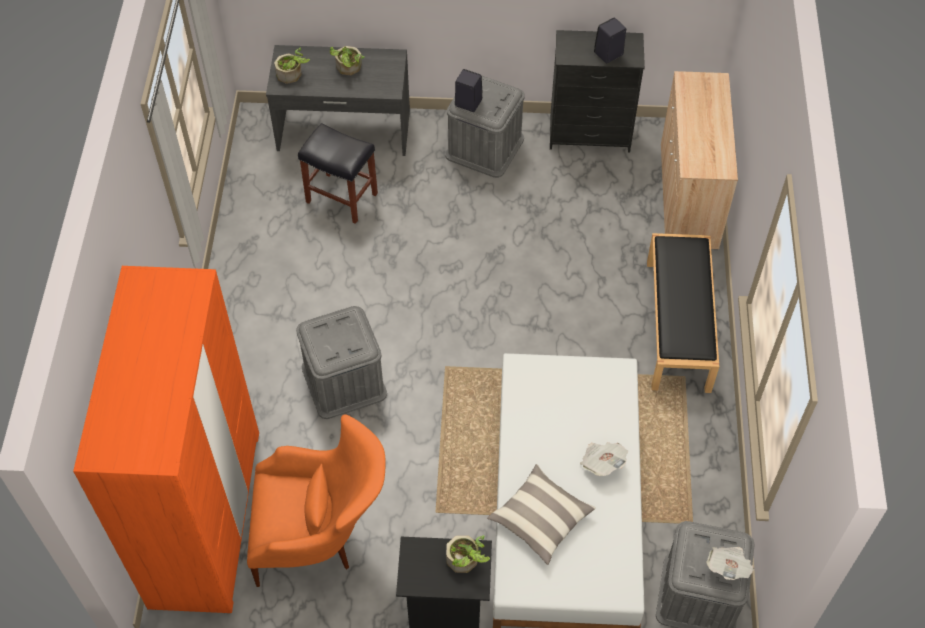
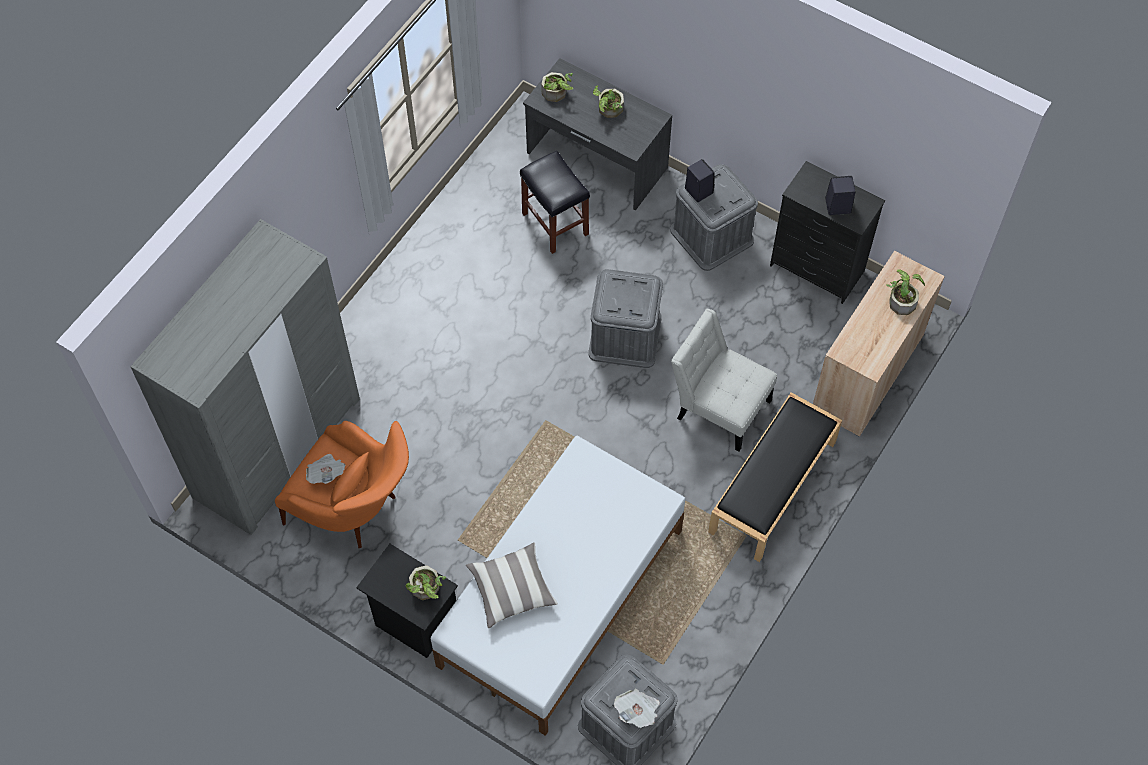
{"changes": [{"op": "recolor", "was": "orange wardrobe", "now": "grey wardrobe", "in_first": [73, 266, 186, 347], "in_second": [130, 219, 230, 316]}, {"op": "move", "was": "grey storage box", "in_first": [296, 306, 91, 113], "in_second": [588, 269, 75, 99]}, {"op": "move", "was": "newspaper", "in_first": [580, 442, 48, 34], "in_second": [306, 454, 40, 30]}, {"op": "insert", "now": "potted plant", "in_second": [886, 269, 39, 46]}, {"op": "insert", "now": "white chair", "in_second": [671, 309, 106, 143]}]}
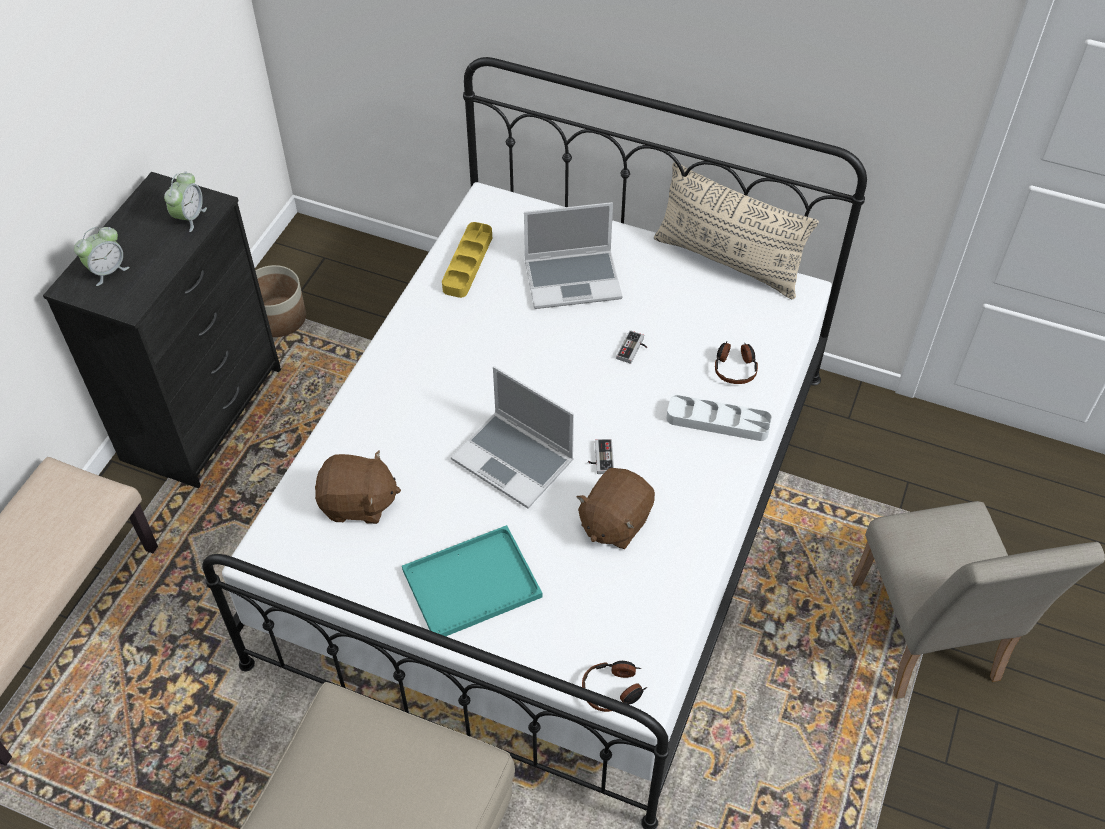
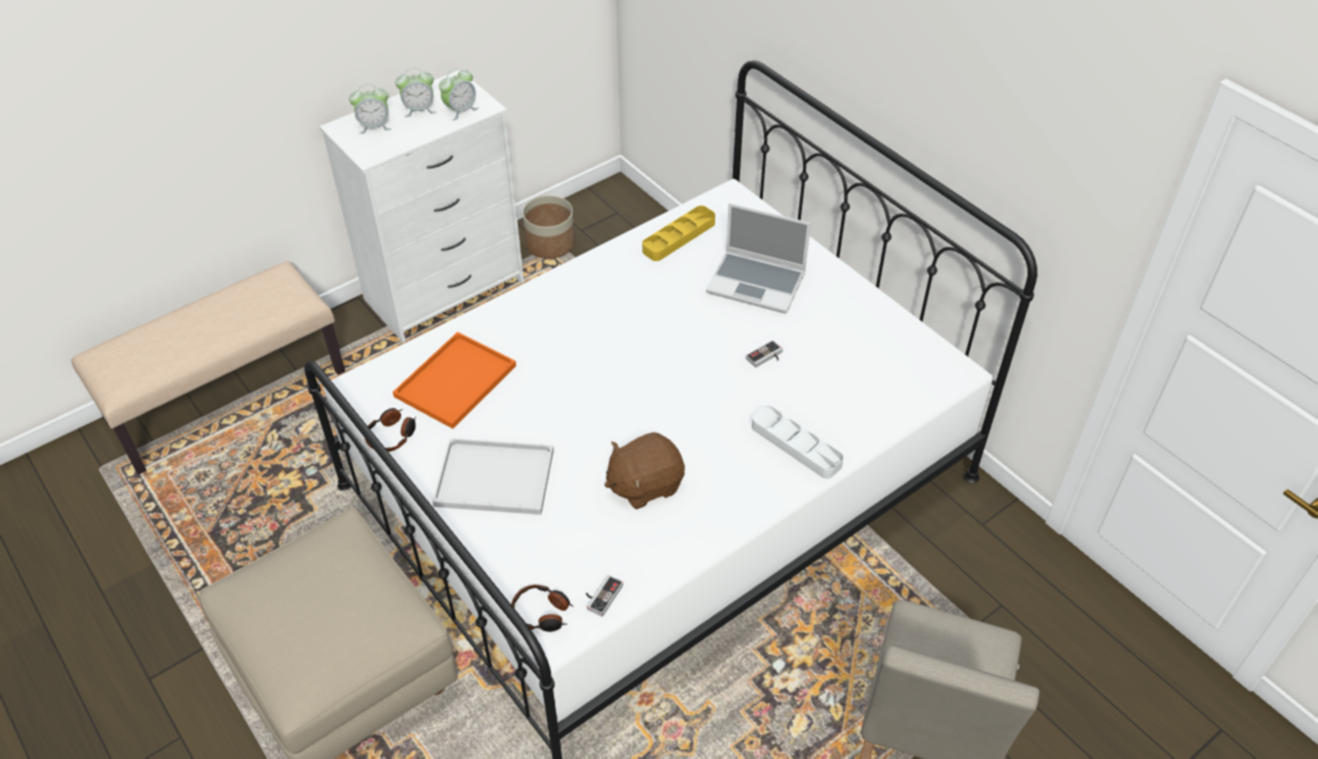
{"changes": [{"op": "delete", "was": "beige pillow", "in_first": [654, 162, 165, 137]}, {"op": "recolor", "was": "black dresser", "now": "white dresser", "in_first": [43, 172, 238, 316], "in_second": [319, 70, 205, 273]}, {"op": "move", "was": "headphones", "in_first": [715, 342, 43, 42], "in_second": [365, 408, 51, 44]}, {"op": "delete", "was": "laptop", "in_first": [451, 366, 123, 142]}, {"op": "move", "was": "game controller", "in_first": [588, 439, 26, 35], "in_second": [586, 575, 37, 42]}, {"op": "replace", "was": "brown plush toy", "now": "orange tray", "in_first": [315, 450, 86, 74], "in_second": [393, 332, 123, 97]}, {"op": "recolor", "was": "turquoise tray", "now": "white tray", "in_first": [402, 525, 140, 111], "in_second": [432, 438, 122, 77]}, {"op": "insert", "now": "alarm clock", "in_second": [395, 68, 41, 49]}]}
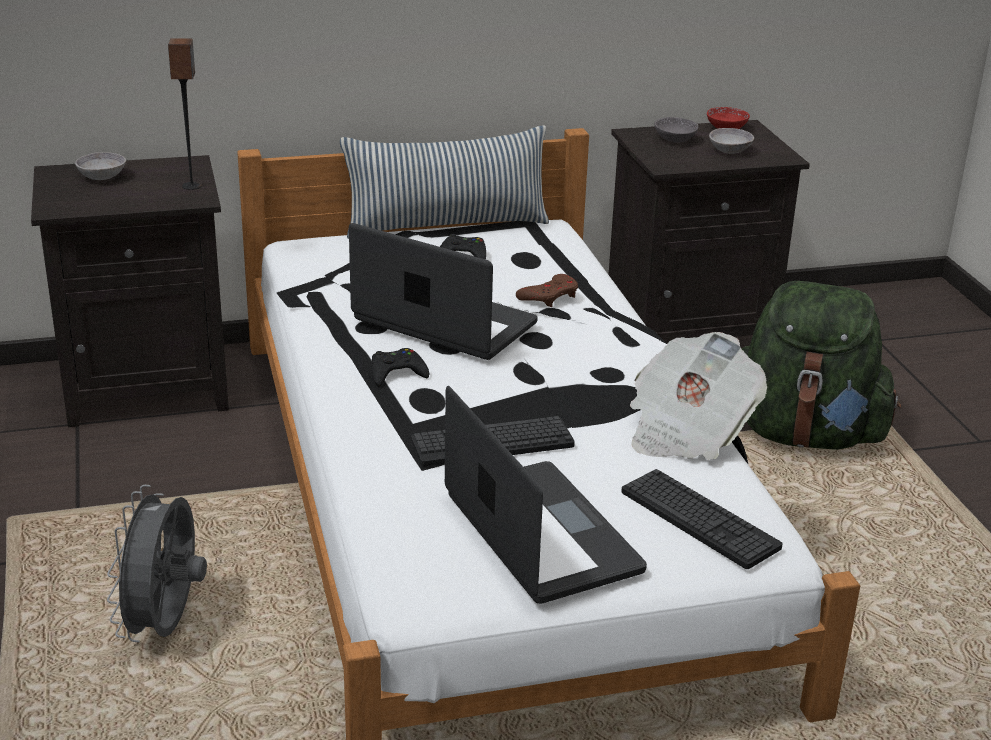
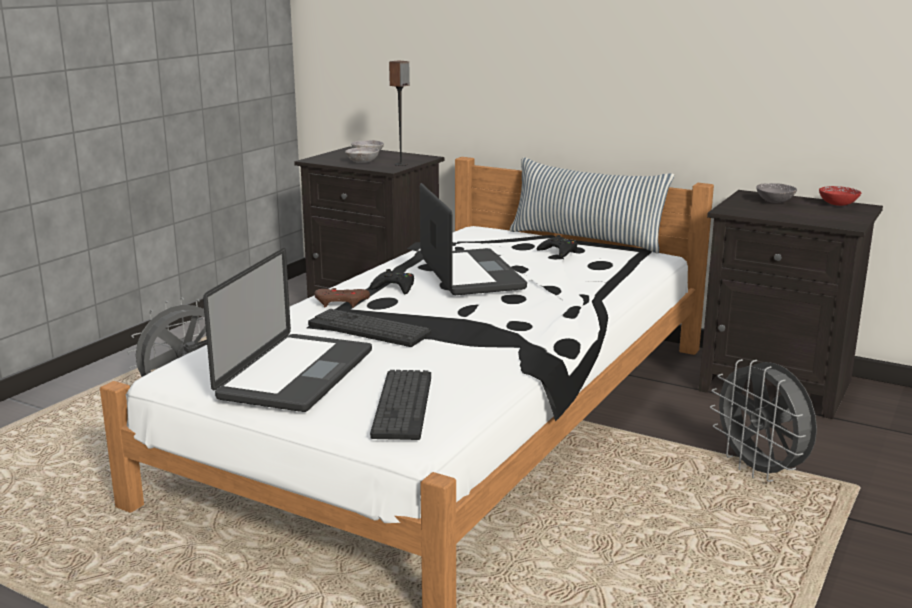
{"changes": [{"op": "move", "was": "grey bowl", "in_first": [709, 128, 45, 26], "in_second": [345, 147, 34, 16]}, {"op": "move", "was": "brown game controller", "in_first": [516, 274, 62, 33], "in_second": [314, 288, 56, 20]}, {"op": "replace", "was": "green backpack", "now": "grey fan", "in_first": [741, 281, 160, 169], "in_second": [710, 359, 107, 123]}, {"op": "delete", "was": "newspaper", "in_first": [630, 332, 137, 128]}]}
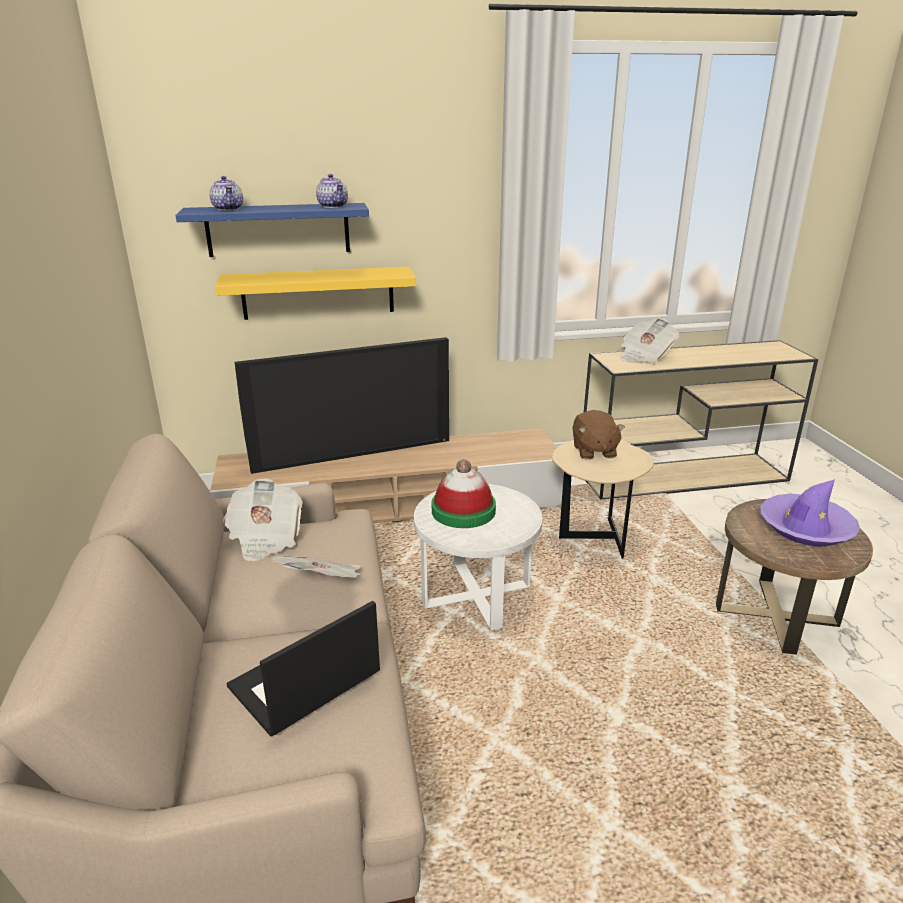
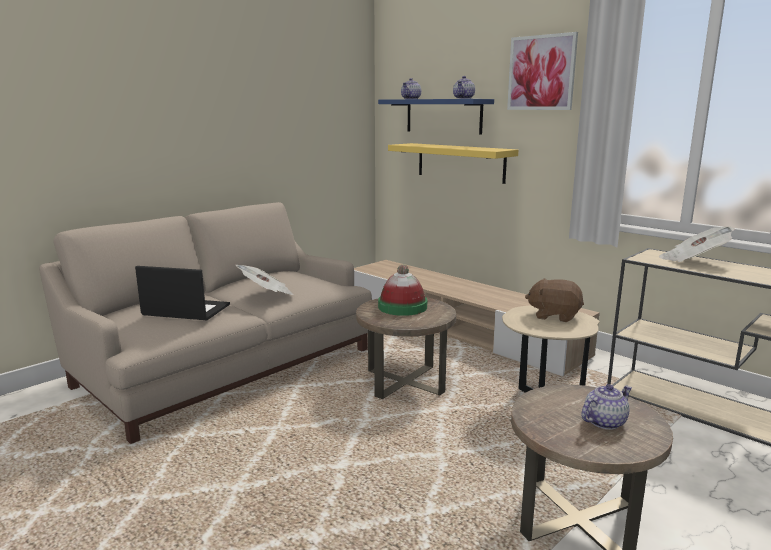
{"changes": [{"op": "delete", "was": "television", "in_first": [235, 337, 214, 137]}, {"op": "rotate", "was": "brown plush toy", "in_first": [572, 410, 53, 49], "in_second": [525, 279, 59, 43], "clockwise": 60}, {"op": "delete", "was": "newspaper", "in_first": [223, 478, 80, 84]}, {"op": "replace", "was": "purple hat", "now": "teapot", "in_first": [760, 479, 100, 67], "in_second": [581, 384, 51, 46]}, {"op": "recolor", "was": "white side table", "now": "brown side table", "in_first": [414, 484, 129, 146], "in_second": [356, 297, 100, 102]}, {"op": "insert", "now": "picture", "in_second": [507, 32, 71, 78]}]}
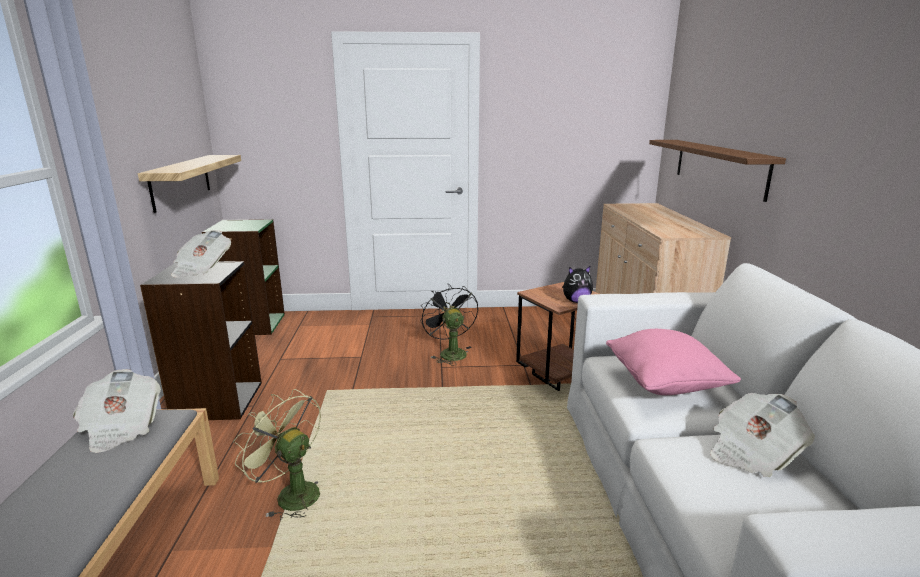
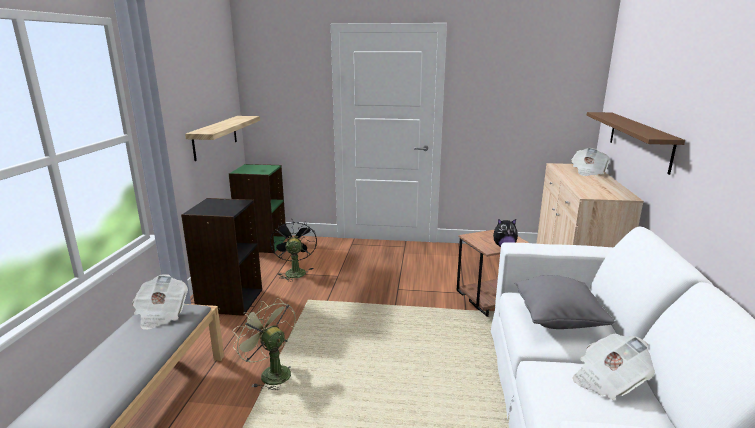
{"changes": [{"op": "move", "was": "newspaper", "in_first": [171, 230, 60, 48], "in_second": [571, 148, 39, 28]}, {"op": "move", "was": "black fan", "in_first": [420, 284, 58, 82], "in_second": [270, 220, 47, 62]}, {"op": "recolor", "was": "pink pillow", "now": "grey pillow", "in_first": [606, 329, 135, 66], "in_second": [515, 275, 100, 54]}]}
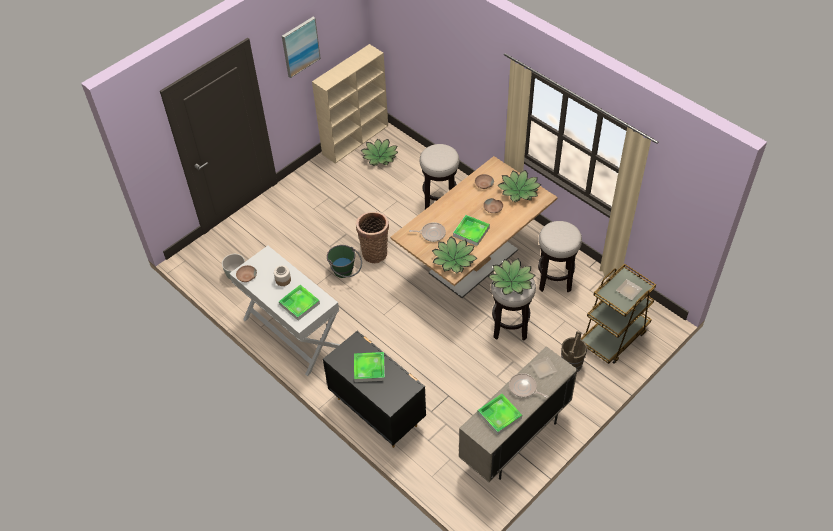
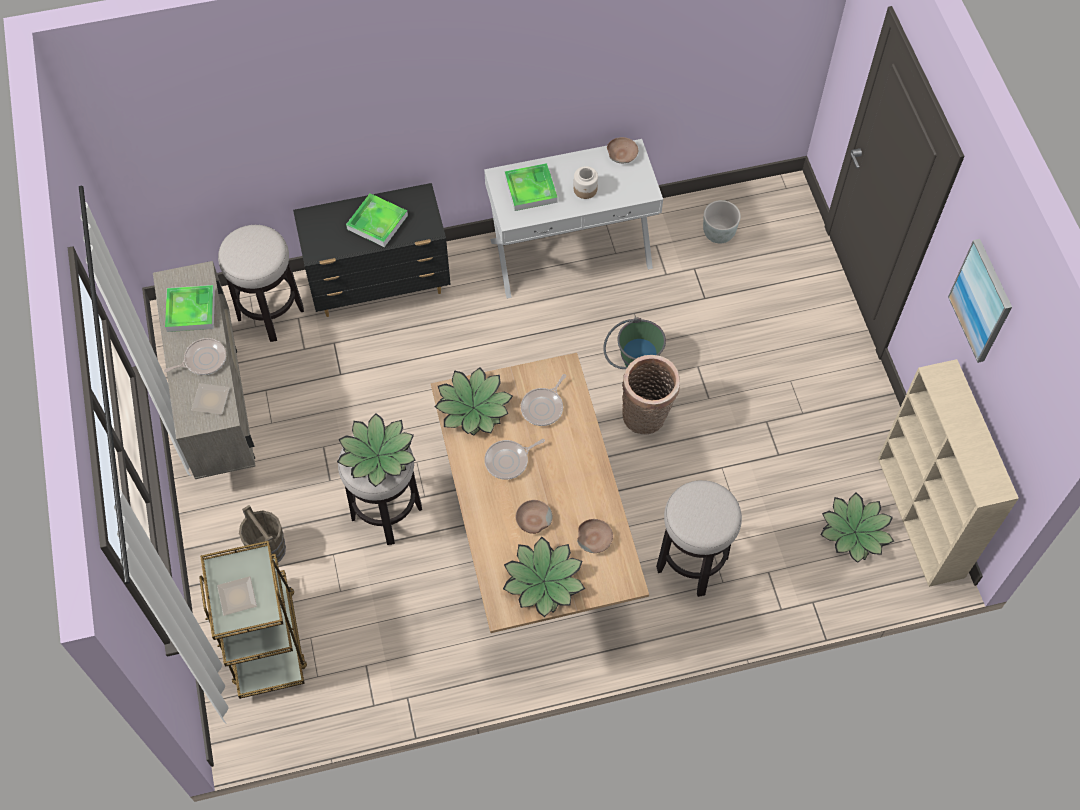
{"changes": [{"op": "replace", "was": "tray", "now": "frying pan", "in_first": [453, 215, 37, 31], "in_second": [484, 439, 61, 41]}, {"op": "move", "was": "stool", "in_first": [538, 221, 44, 72], "in_second": [218, 225, 86, 117]}]}
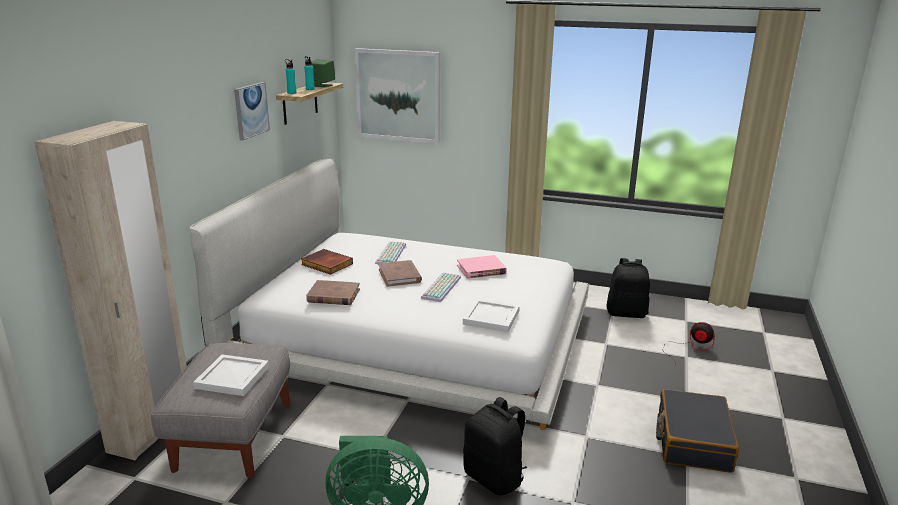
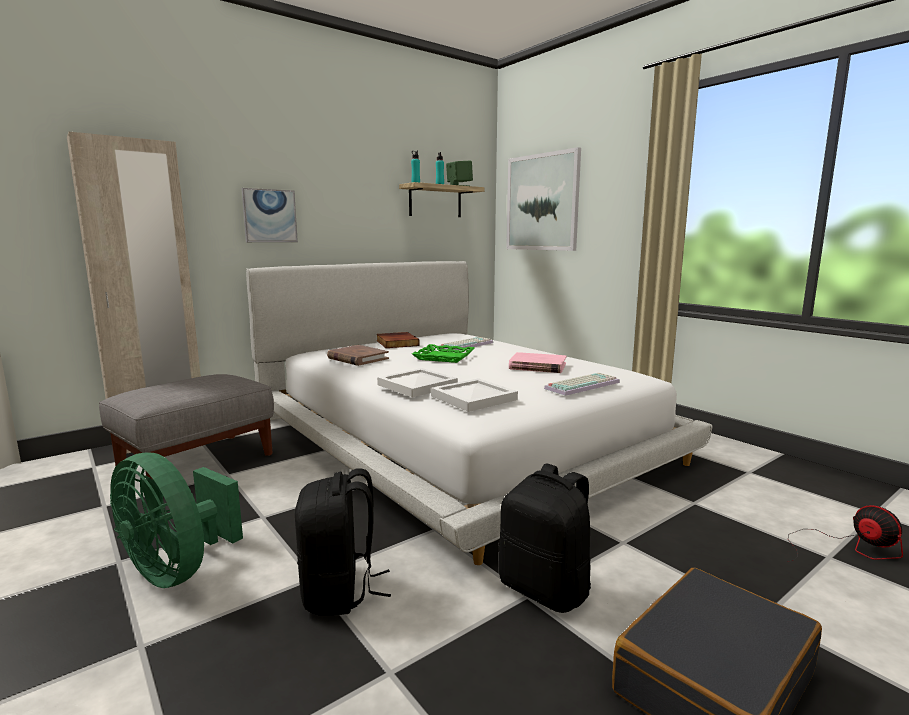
{"changes": [{"op": "move", "was": "picture", "in_first": [234, 82, 36, 59], "in_second": [241, 188, 57, 54]}, {"op": "move", "was": "black backpack", "in_first": [606, 258, 44, 60], "in_second": [498, 463, 93, 150]}, {"op": "replace", "was": "brown book", "now": "green tray", "in_first": [379, 260, 43, 27], "in_second": [412, 344, 63, 19]}, {"op": "move", "was": "keyboard", "in_first": [421, 272, 40, 30], "in_second": [544, 373, 76, 23]}, {"op": "move", "was": "white tray", "in_first": [193, 354, 76, 42], "in_second": [377, 368, 81, 29]}]}
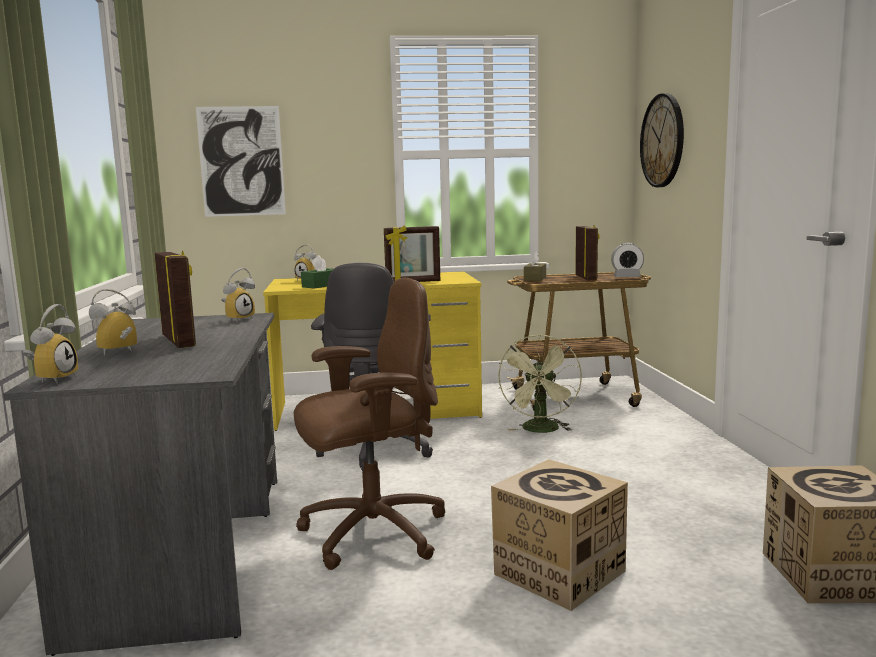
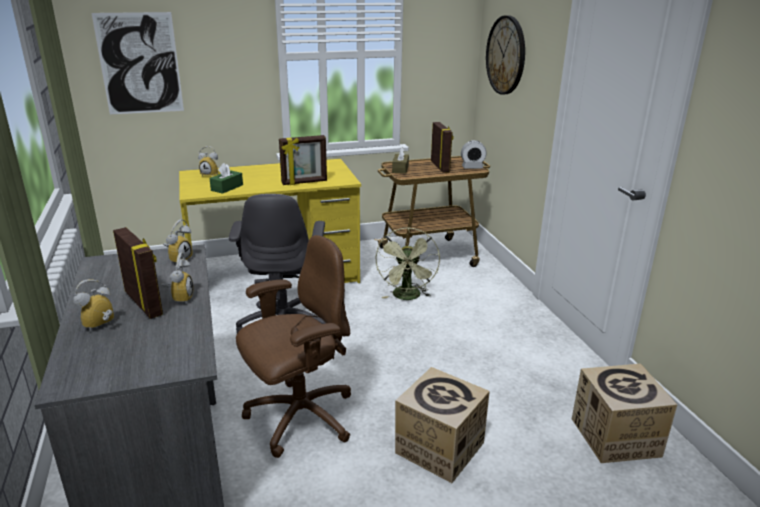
{"changes": [{"op": "move", "was": "alarm clock", "in_first": [23, 304, 55, 80], "in_second": [161, 253, 33, 51]}]}
